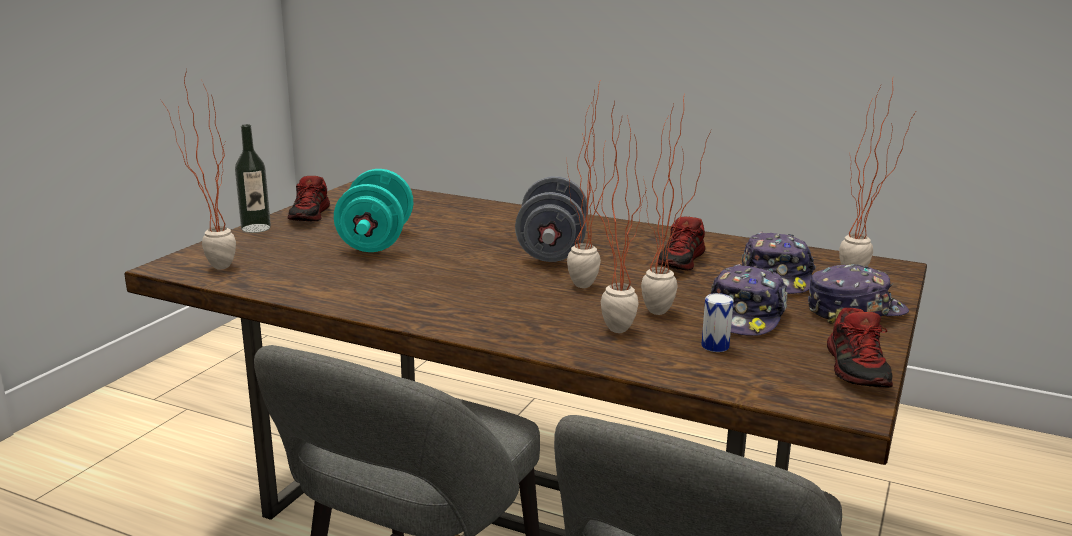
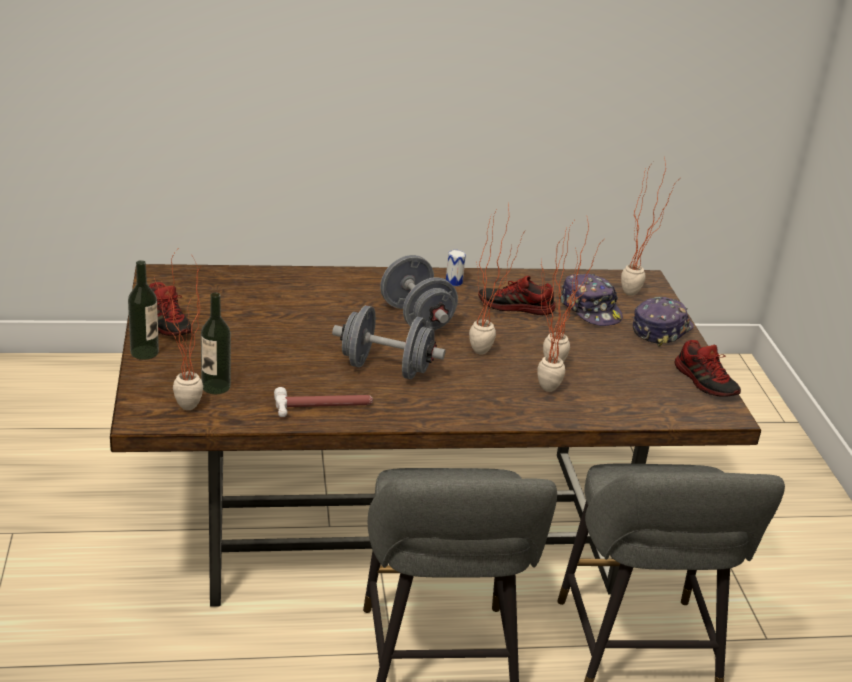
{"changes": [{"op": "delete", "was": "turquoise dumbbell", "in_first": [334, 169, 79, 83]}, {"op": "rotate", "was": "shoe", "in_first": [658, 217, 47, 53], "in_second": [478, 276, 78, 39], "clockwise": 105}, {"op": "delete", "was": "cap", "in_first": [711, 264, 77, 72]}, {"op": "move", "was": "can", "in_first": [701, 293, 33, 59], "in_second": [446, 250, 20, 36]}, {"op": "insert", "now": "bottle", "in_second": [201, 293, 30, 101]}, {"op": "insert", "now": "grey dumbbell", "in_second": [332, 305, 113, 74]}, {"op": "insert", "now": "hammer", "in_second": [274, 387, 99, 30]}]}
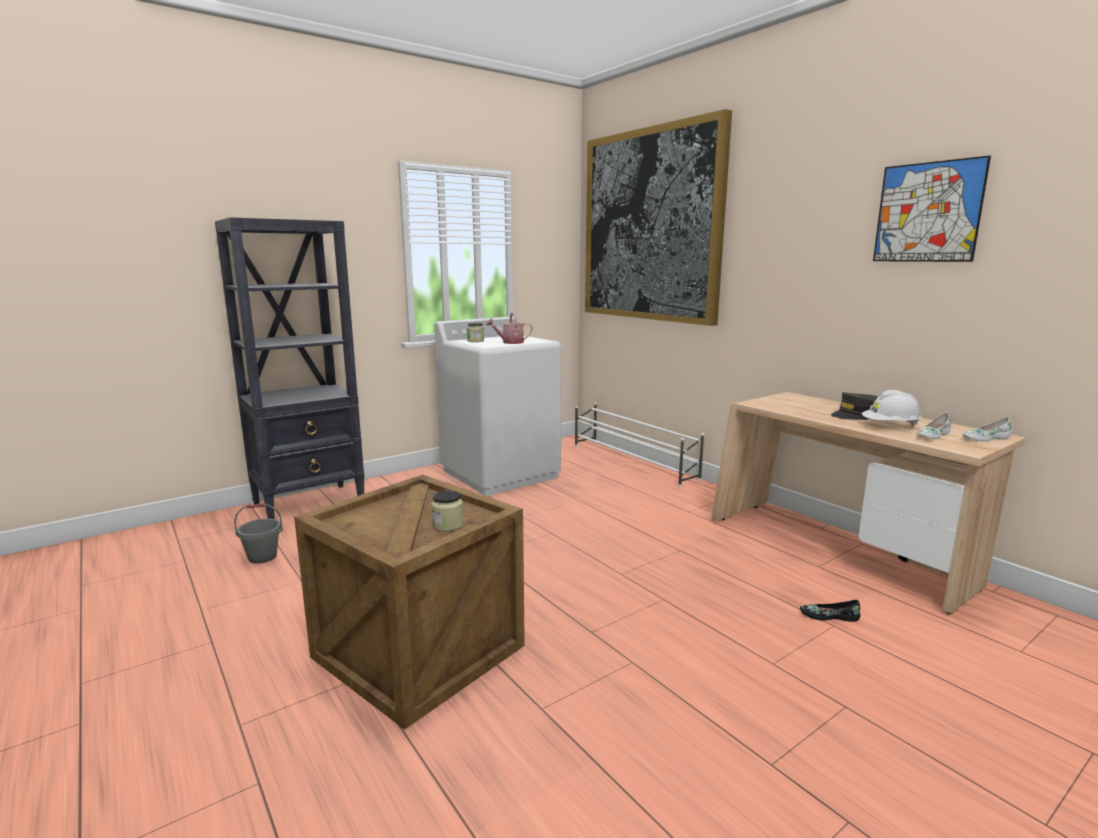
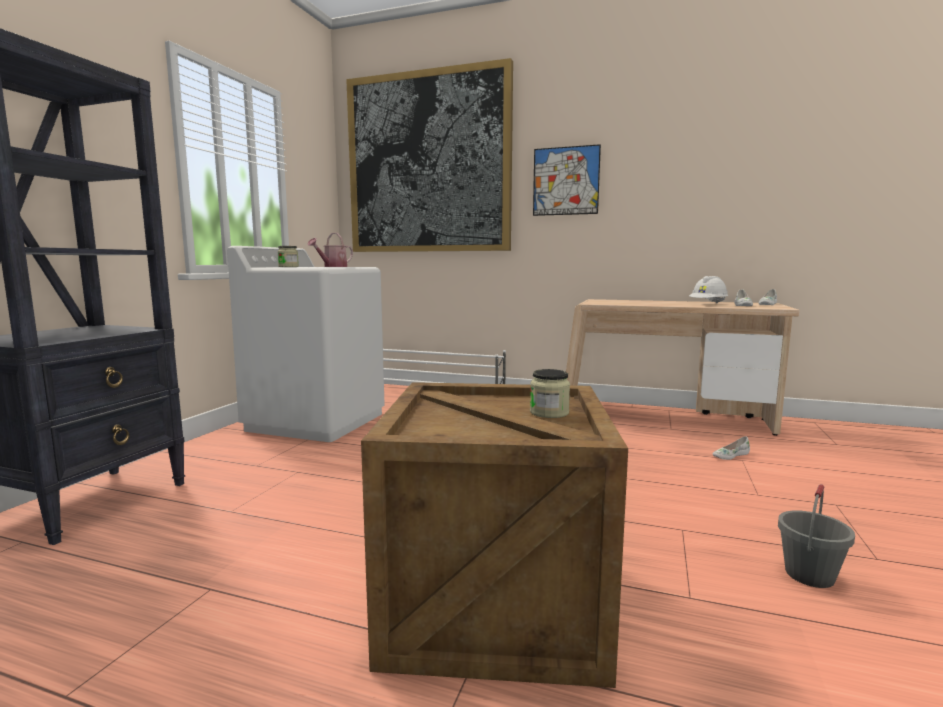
{"changes": [{"op": "move", "was": "picture", "in_first": [873, 156, 118, 106], "in_second": [533, 144, 68, 72]}, {"op": "delete", "was": "grey cap", "in_first": [831, 392, 47, 28]}, {"op": "move", "was": "grey bucket", "in_first": [234, 504, 49, 60], "in_second": [778, 484, 77, 104]}, {"op": "recolor", "was": "black shoe", "now": "white shoe", "in_first": [800, 600, 60, 22], "in_second": [713, 436, 37, 24]}]}
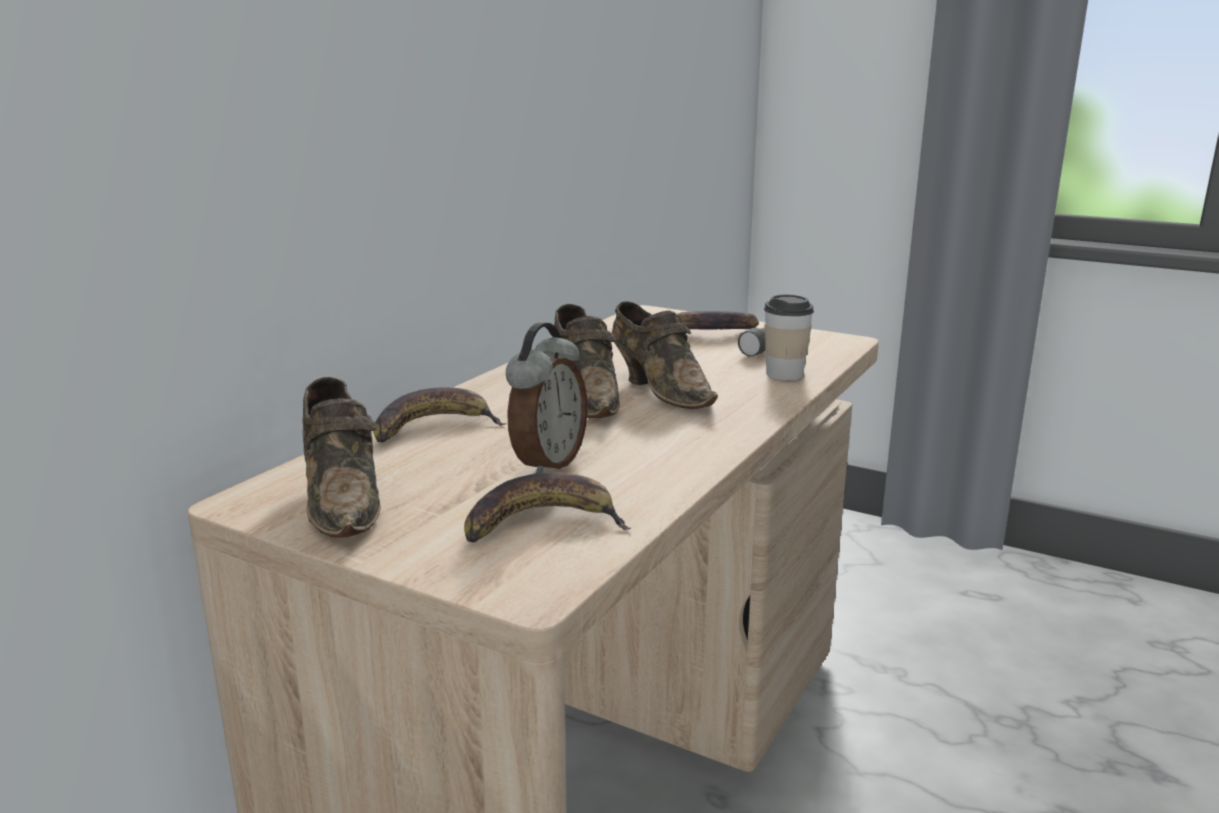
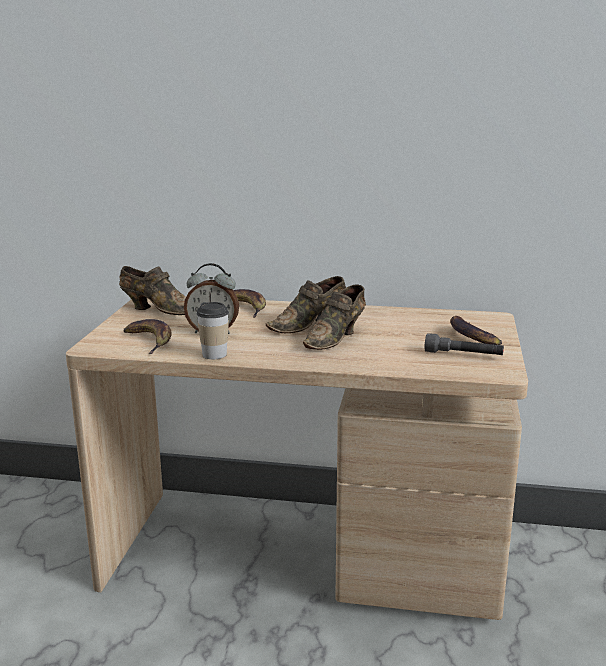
{"changes": [{"op": "move", "was": "cup", "in_first": [764, 295, 50, 85], "in_second": [196, 302, 33, 57]}, {"op": "rotate", "was": "brown shoe", "in_first": [302, 377, 79, 161], "in_second": [119, 266, 67, 49], "clockwise": -120}]}
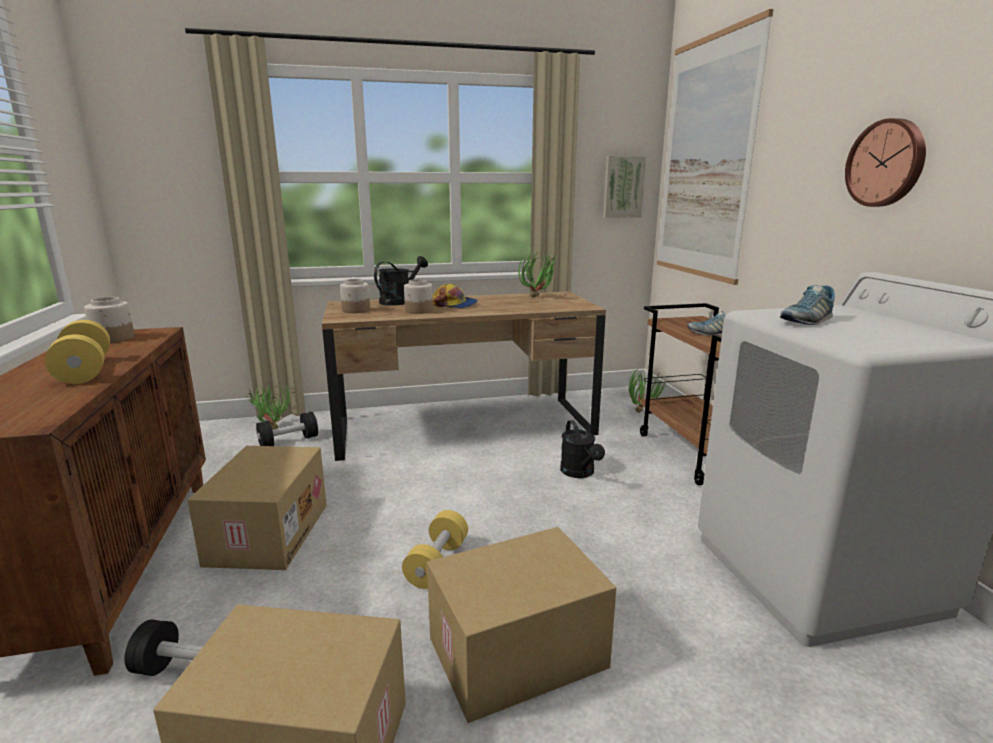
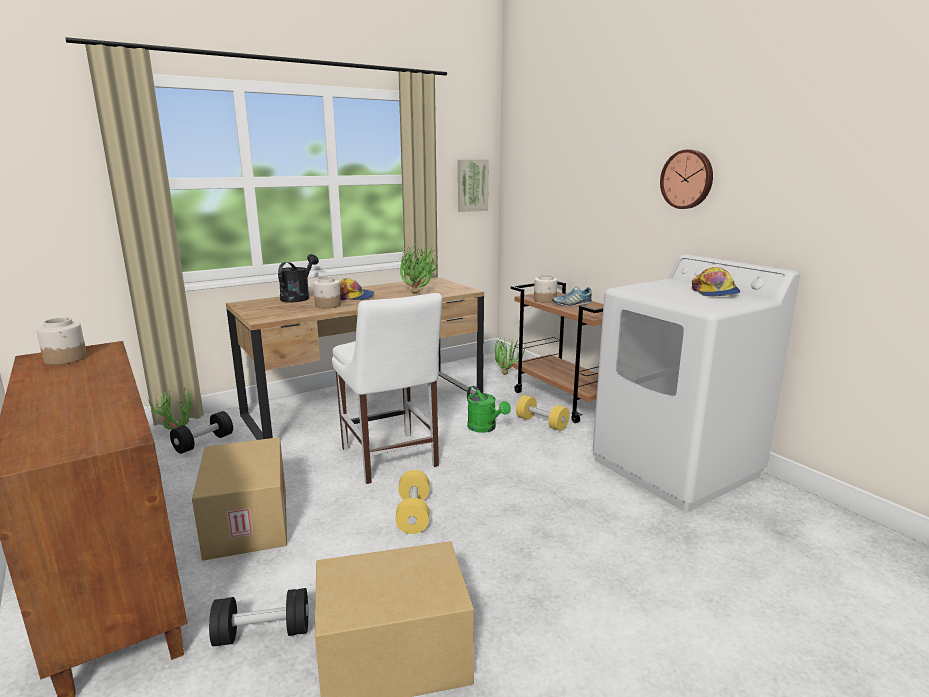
{"changes": [{"op": "delete", "was": "picture", "in_first": [657, 9, 117, 276]}, {"op": "move", "was": "jar", "in_first": [340, 279, 30, 34], "in_second": [534, 275, 23, 28]}, {"op": "delete", "was": "shoe", "in_first": [780, 285, 55, 40]}, {"op": "move", "was": "yellow dumbbell", "in_first": [45, 320, 65, 64], "in_second": [516, 395, 54, 36]}, {"op": "recolor", "was": "black watering can", "now": "green watering can", "in_first": [560, 420, 45, 58], "in_second": [467, 386, 44, 47]}, {"op": "delete", "was": "cardboard box", "in_first": [427, 527, 189, 196]}, {"op": "insert", "now": "potted plant", "in_second": [400, 247, 38, 47]}, {"op": "insert", "now": "cap", "in_second": [692, 267, 48, 30]}, {"op": "insert", "now": "white chair", "in_second": [332, 293, 110, 191]}]}
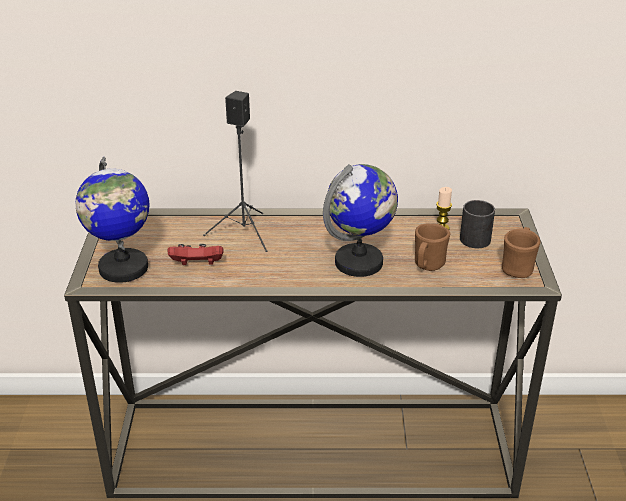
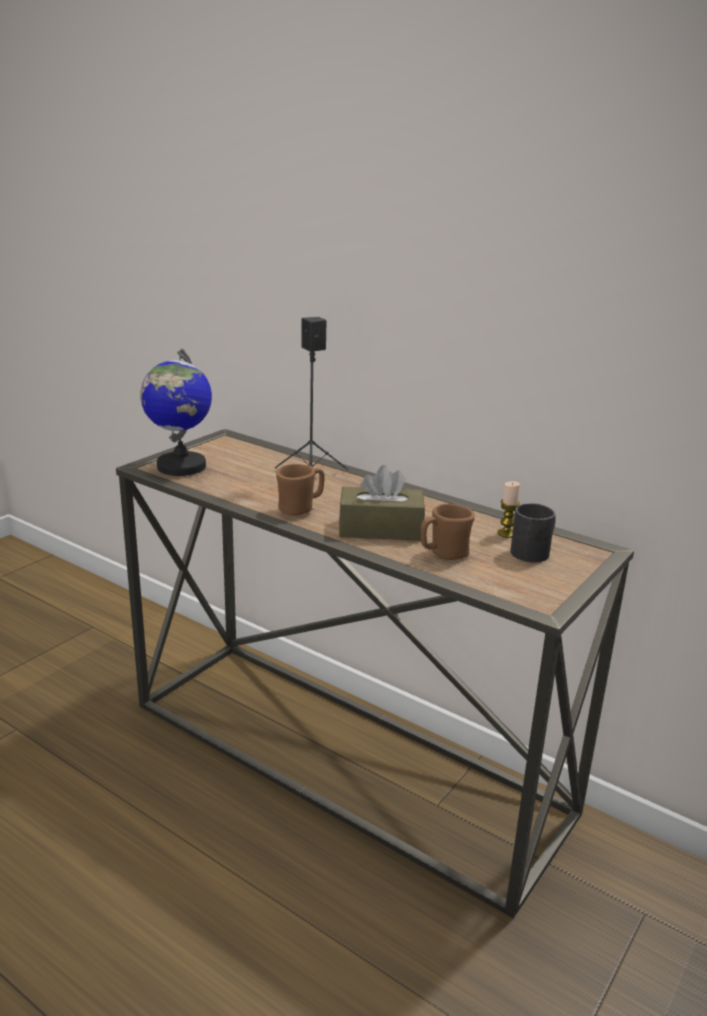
{"changes": [{"op": "replace", "was": "globe", "now": "brown tissue box", "in_first": [323, 164, 75, 113], "in_second": [339, 465, 86, 75]}, {"op": "move", "was": "brown mug", "in_first": [502, 227, 38, 51], "in_second": [276, 464, 49, 51]}, {"op": "delete", "was": "red game controller", "in_first": [167, 244, 57, 21]}]}
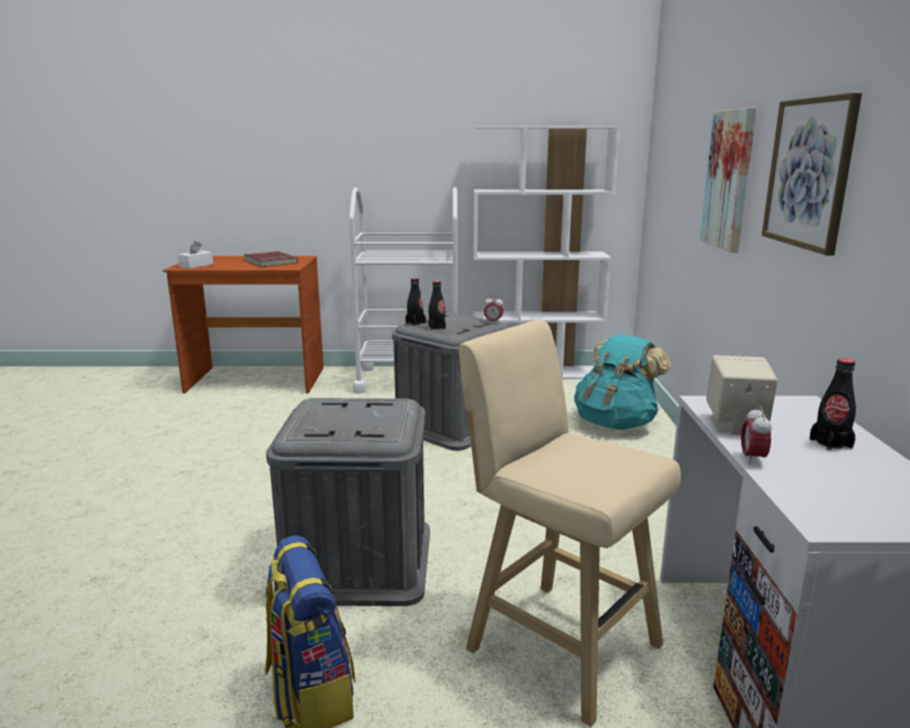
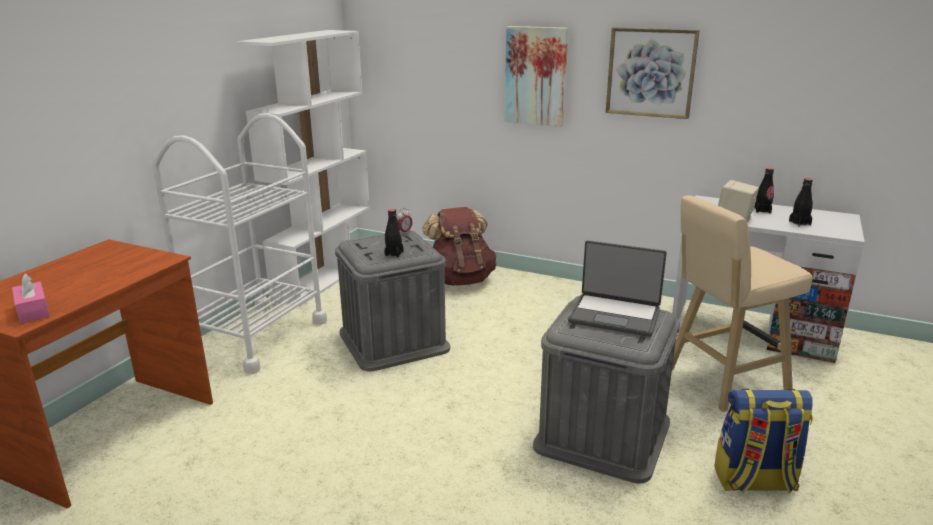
{"changes": [{"op": "recolor", "was": "white tissue box", "now": "pink tissue box", "in_first": [178, 241, 35, 28], "in_second": [12, 273, 38, 50]}, {"op": "delete", "was": "red book", "in_first": [244, 251, 54, 16]}, {"op": "move", "was": "black bottle", "in_first": [405, 278, 21, 48], "in_second": [789, 178, 24, 48]}, {"op": "recolor", "was": "turquoise backpack", "now": "brown backpack", "in_first": [574, 334, 97, 96], "in_second": [422, 207, 74, 79]}, {"op": "delete", "was": "alarm clock", "in_first": [741, 406, 31, 59]}, {"op": "insert", "now": "laptop", "in_second": [568, 240, 99, 97]}]}
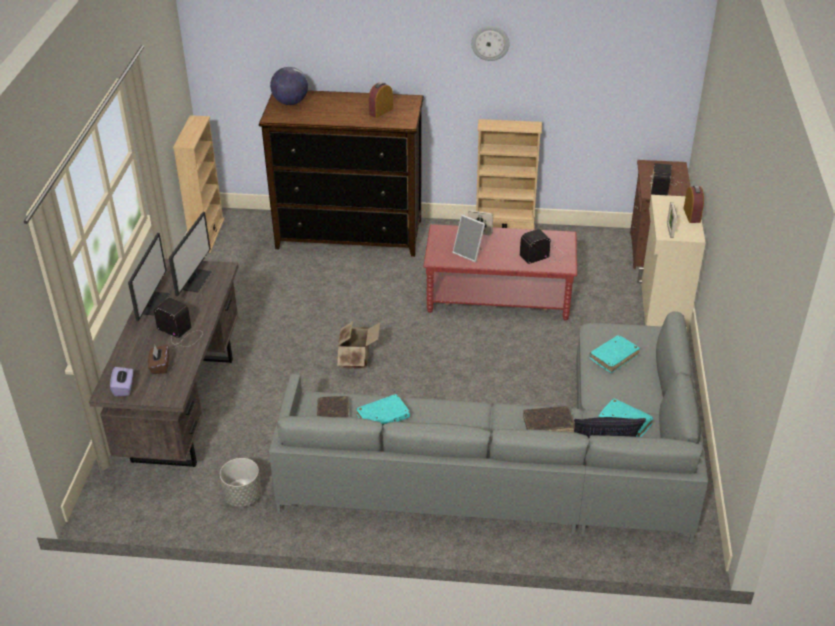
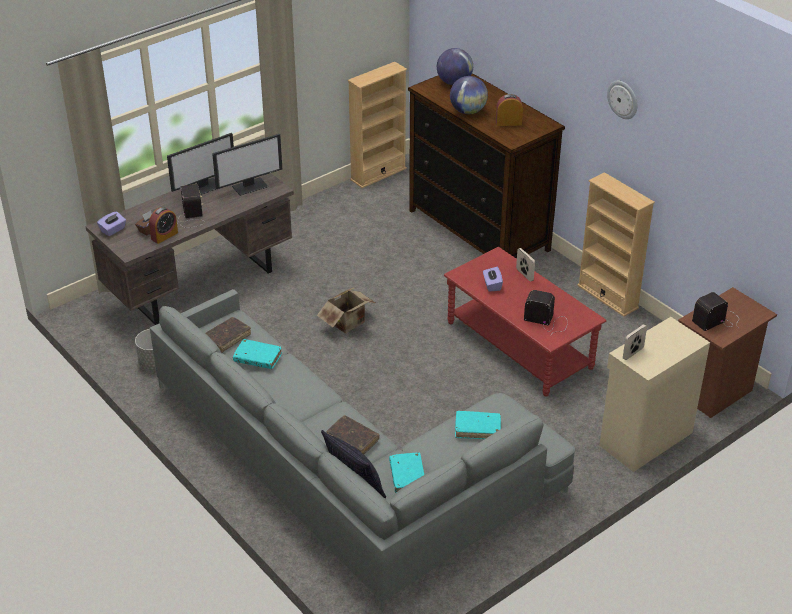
{"changes": [{"op": "move", "was": "alarm clock", "in_first": [683, 185, 21, 38], "in_second": [149, 207, 29, 37]}, {"op": "replace", "was": "picture frame", "now": "purple tissue box", "in_first": [452, 214, 33, 48], "in_second": [483, 267, 20, 25]}, {"op": "insert", "now": "globe", "in_second": [450, 76, 38, 38]}]}
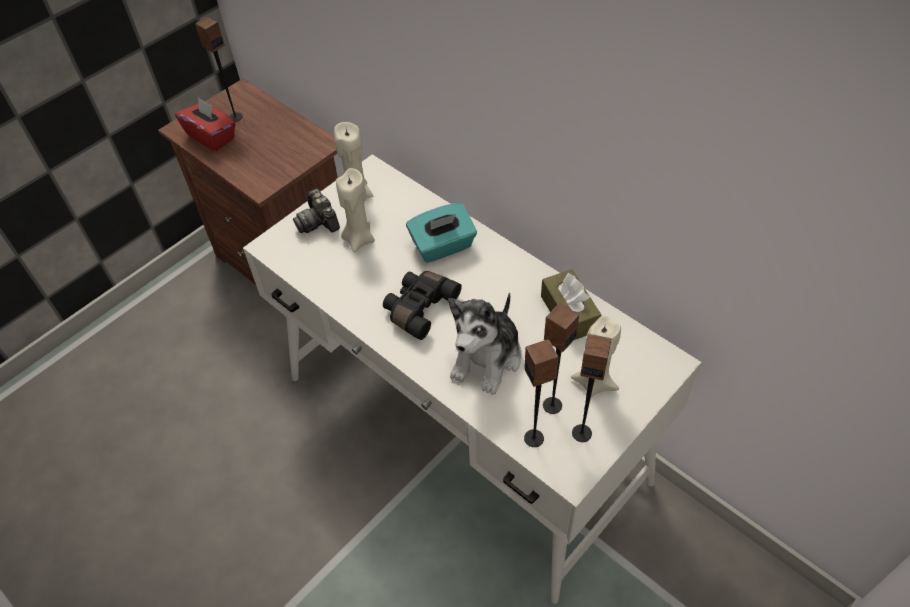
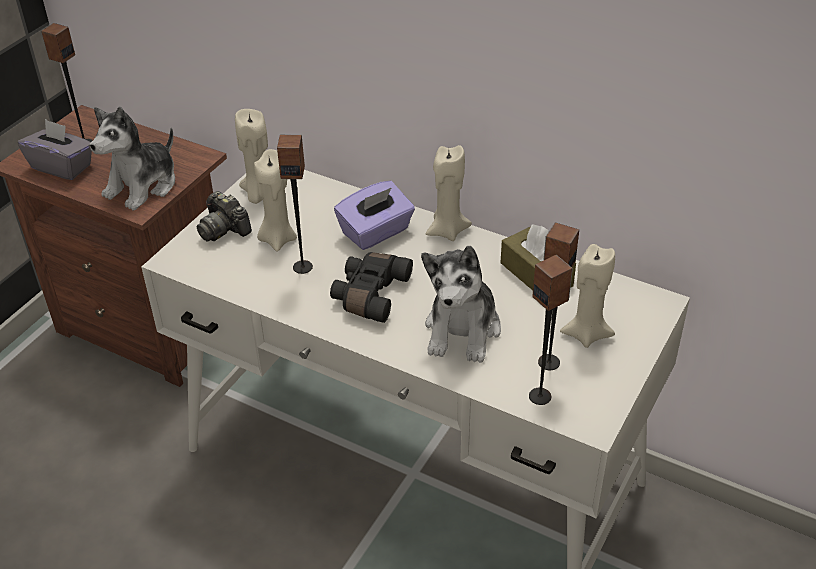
{"changes": [{"op": "recolor", "was": "red tissue box", "now": "grey tissue box", "in_first": [175, 97, 61, 54], "in_second": [18, 119, 74, 61]}, {"op": "recolor", "was": "turquoise tissue box", "now": "purple tissue box", "in_first": [406, 203, 71, 60], "in_second": [334, 181, 81, 69]}, {"op": "move", "was": "speaker", "in_first": [572, 334, 39, 108], "in_second": [277, 135, 36, 139]}, {"op": "insert", "now": "plush toy", "in_second": [90, 106, 85, 105]}, {"op": "insert", "now": "beige candle", "in_second": [426, 145, 46, 96]}]}
